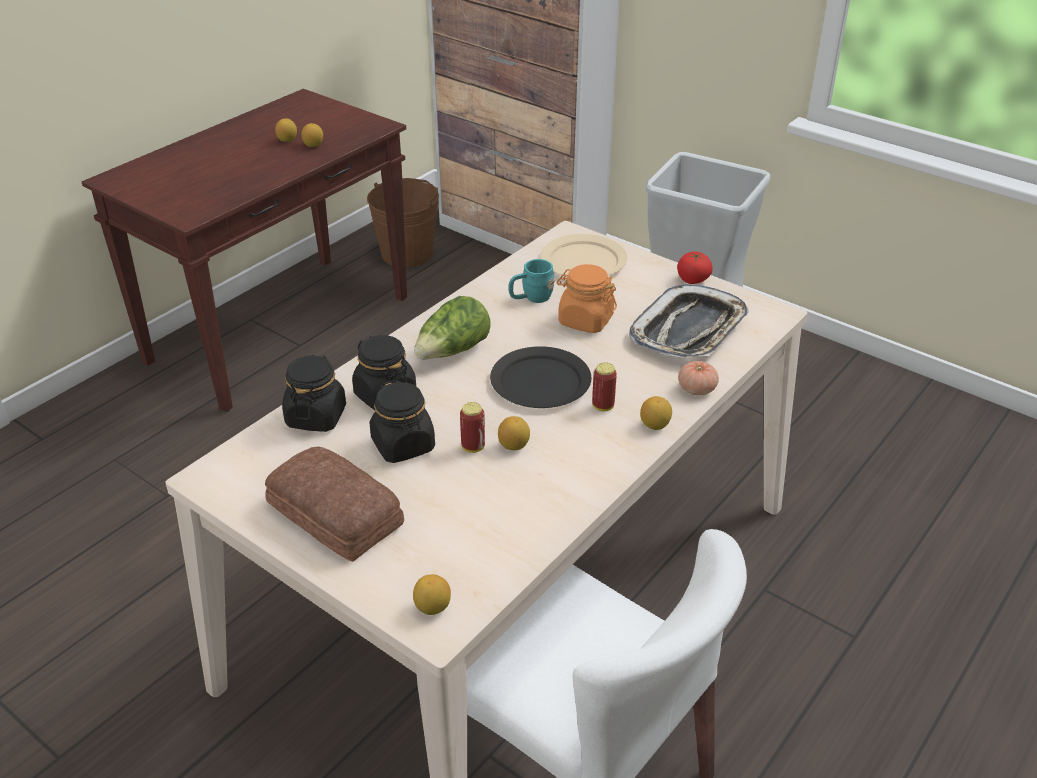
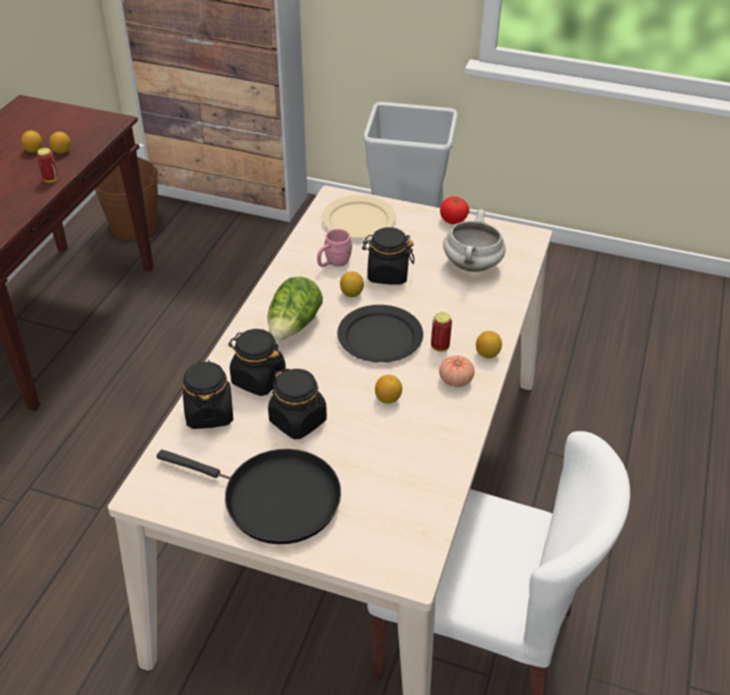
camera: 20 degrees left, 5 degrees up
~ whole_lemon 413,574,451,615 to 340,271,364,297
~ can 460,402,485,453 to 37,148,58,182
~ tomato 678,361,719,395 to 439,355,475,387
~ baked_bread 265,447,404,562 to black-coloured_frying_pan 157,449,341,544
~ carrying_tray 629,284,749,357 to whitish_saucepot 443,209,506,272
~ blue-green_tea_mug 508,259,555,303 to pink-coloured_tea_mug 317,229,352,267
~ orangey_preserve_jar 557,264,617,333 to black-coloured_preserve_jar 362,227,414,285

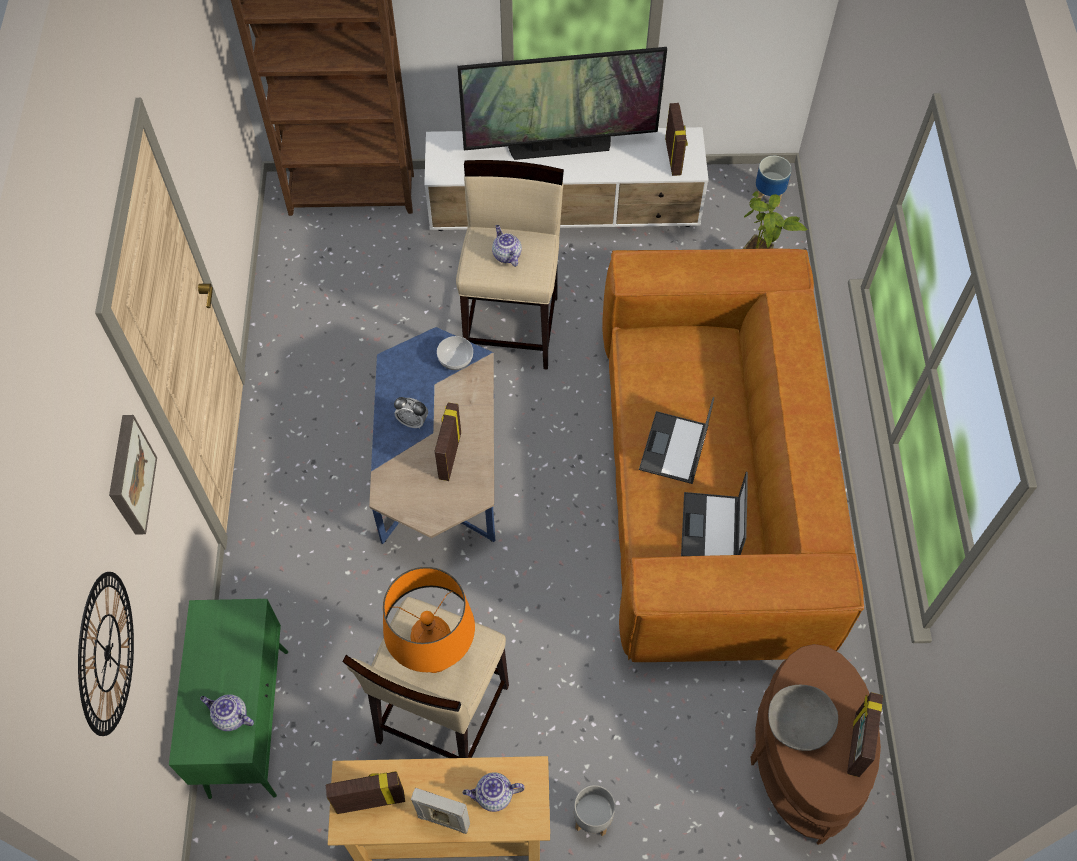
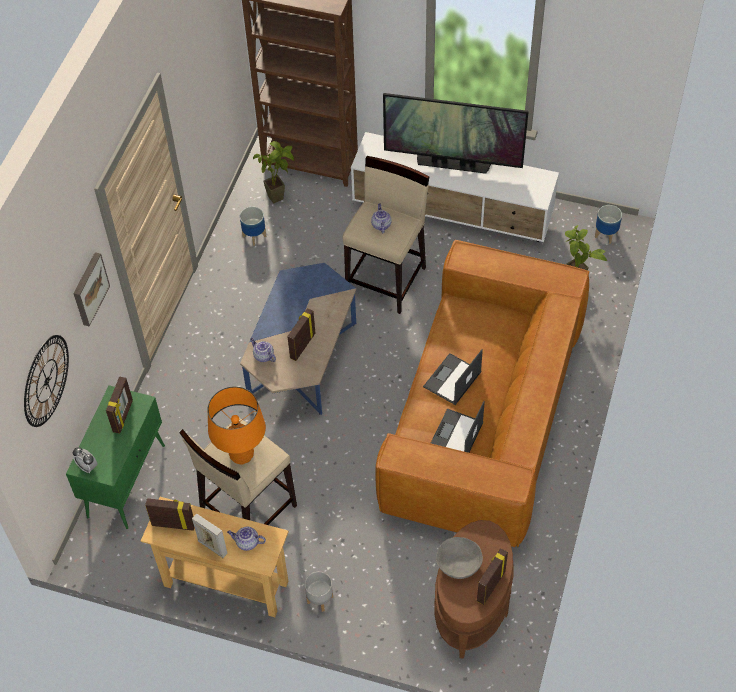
camera: 20 degrees right, 5 degrees down
- serving_bowl 437,336,473,370
+ planter 240,207,266,246
+ plant_in_a_pot 253,141,294,204
~ pot_for_tea 200,694,254,731 to 250,338,276,362
~ alarm_clock 394,397,428,429 to 73,447,97,473
~ picture_frame 665,103,688,176 to 106,377,133,433

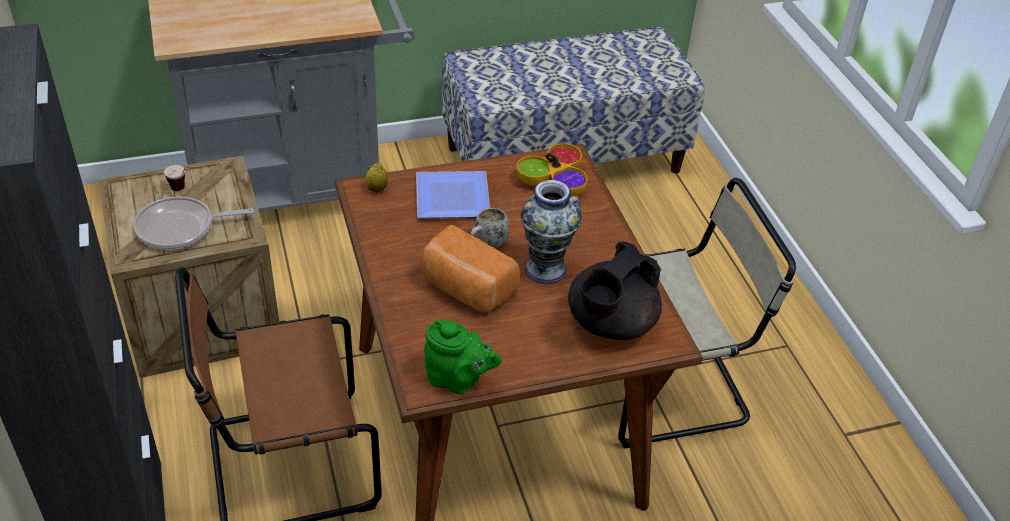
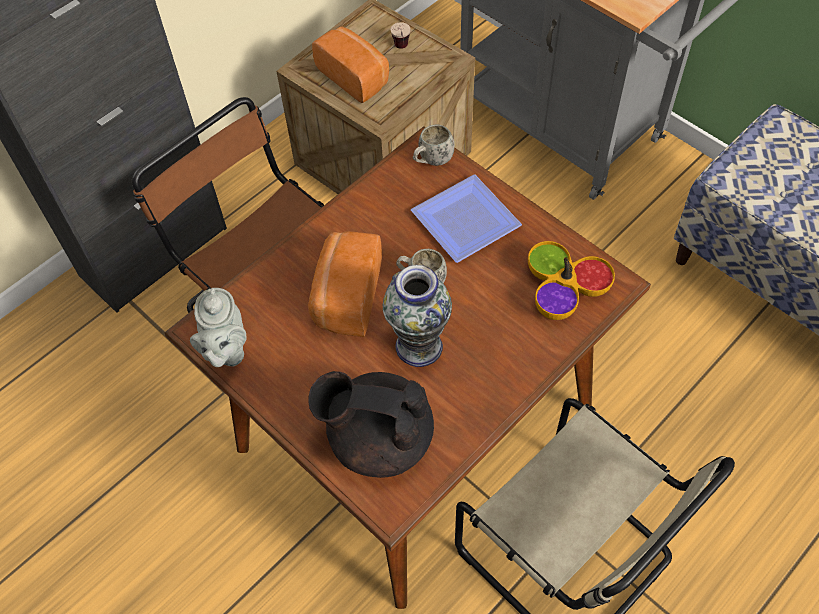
camera: 65 degrees right, 15 degrees up
~ frying_pan 134,196,254,250 to baked_bread 312,27,389,103
~ whole_lemon 365,162,388,193 to whitish_tea_mug 413,125,454,166
~ greenish_pot_for_tea 424,320,502,394 to greyish_pot_for_tea 190,288,246,367

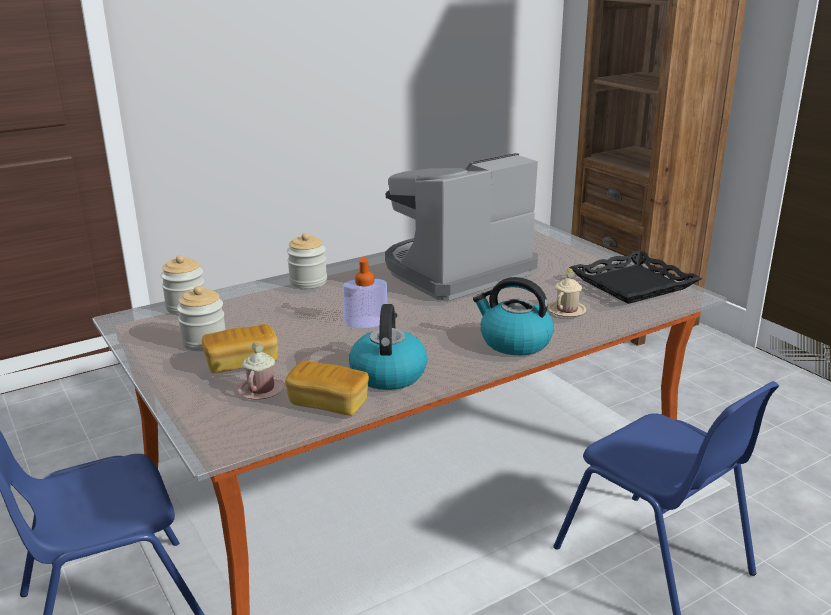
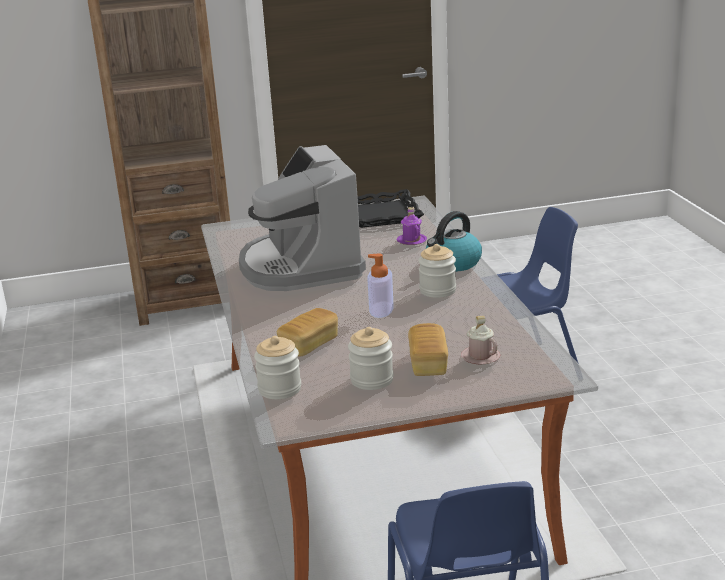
camera: 70 degrees left, 0 degrees up
- tea_kettle 349,304,428,390
~ baked_bread 285,360,369,416 to 277,308,338,356
~ preserve_jar 287,233,327,289 to 418,244,456,298
~ beige-coloured_tea_mug 548,268,587,317 to purple-coloured_tea_mug 397,207,427,245

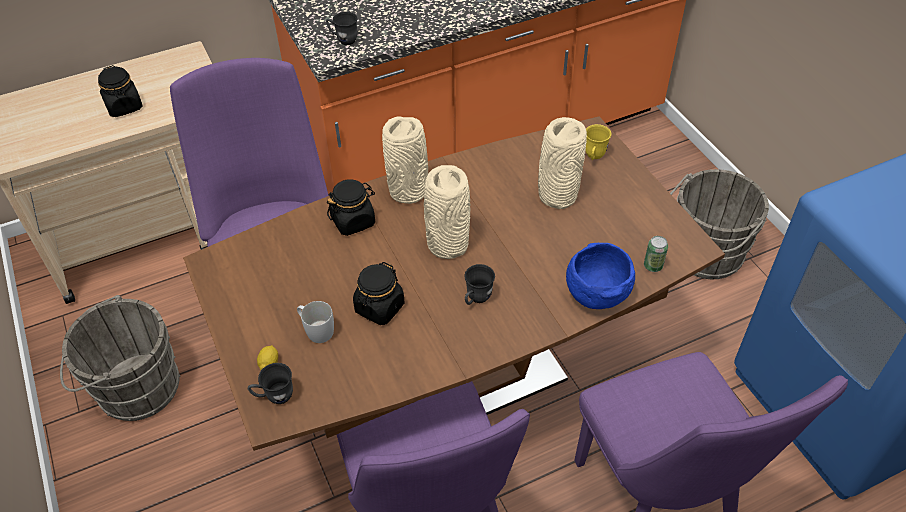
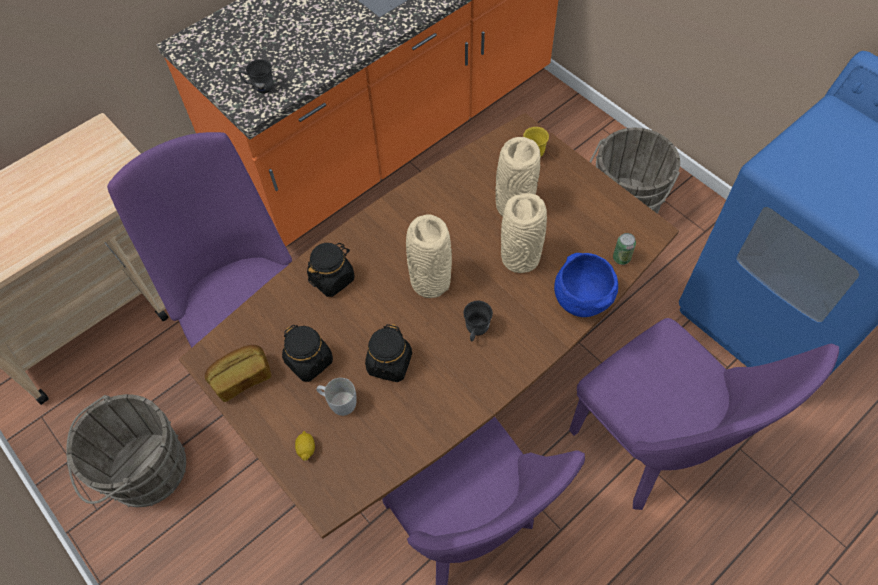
camera: 15 degrees left, 10 degrees up
- greyish_tea_mug 248,363,293,404
+ baked_bread 205,345,271,402
~ black-coloured_preserve_jar 98,65,143,117 to 282,325,333,382
~ beige-coloured_flower_vase 382,116,428,204 to 501,193,547,273

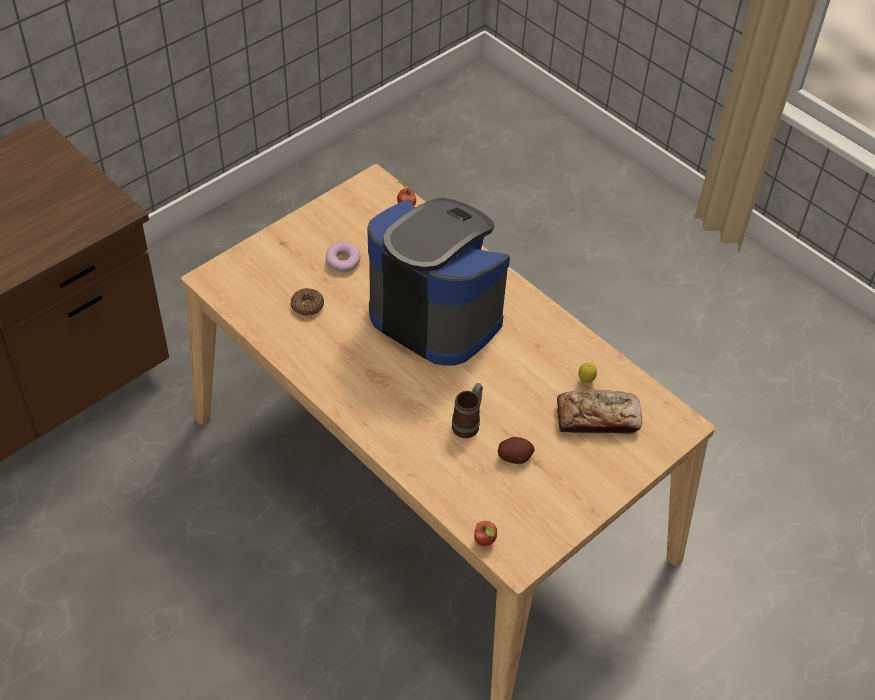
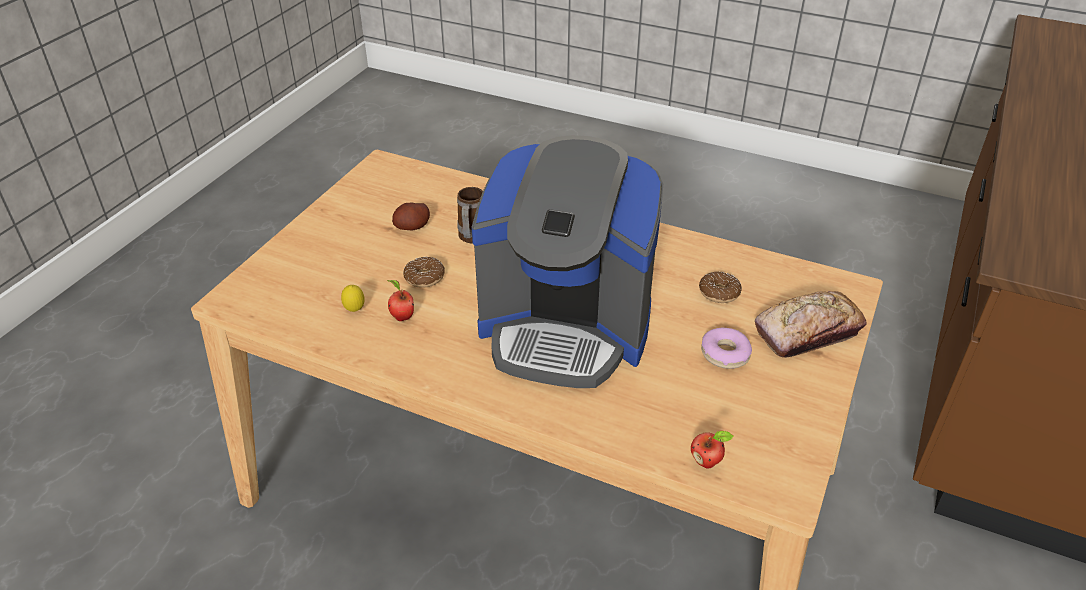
camera: 160 degrees right, 10 degrees down
+ donut 403,257,445,288
~ whole_apple 474,521,497,546 to 387,280,414,321
~ baked_bread 557,390,642,434 to 755,291,867,358

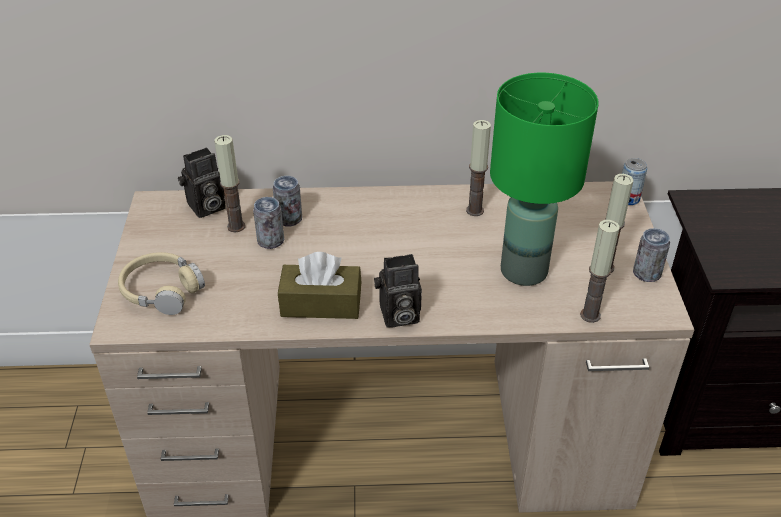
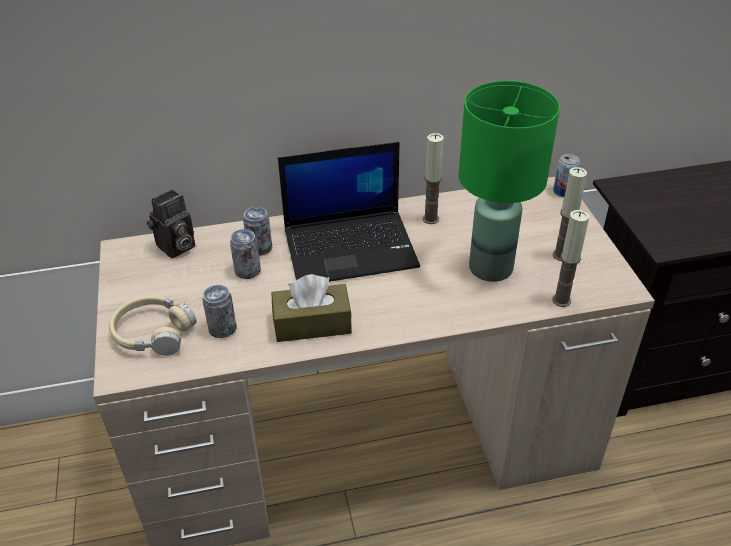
camera: 10 degrees left, 0 degrees up
- candle 214,135,245,233
- still_camera 374,254,422,328
+ laptop 278,142,420,282
~ can 633,228,670,282 to 202,285,237,338

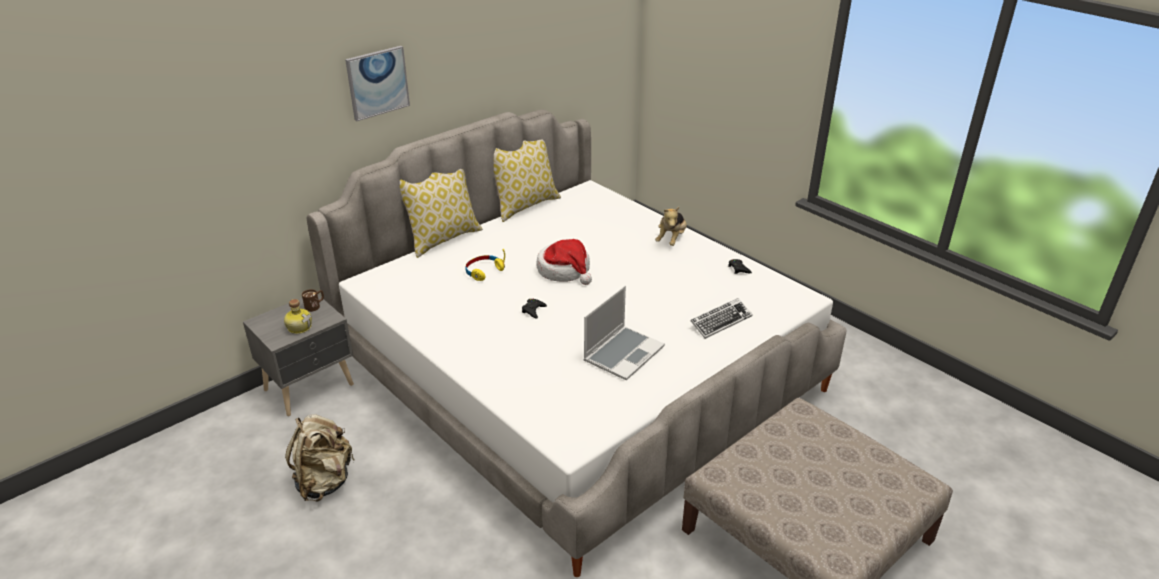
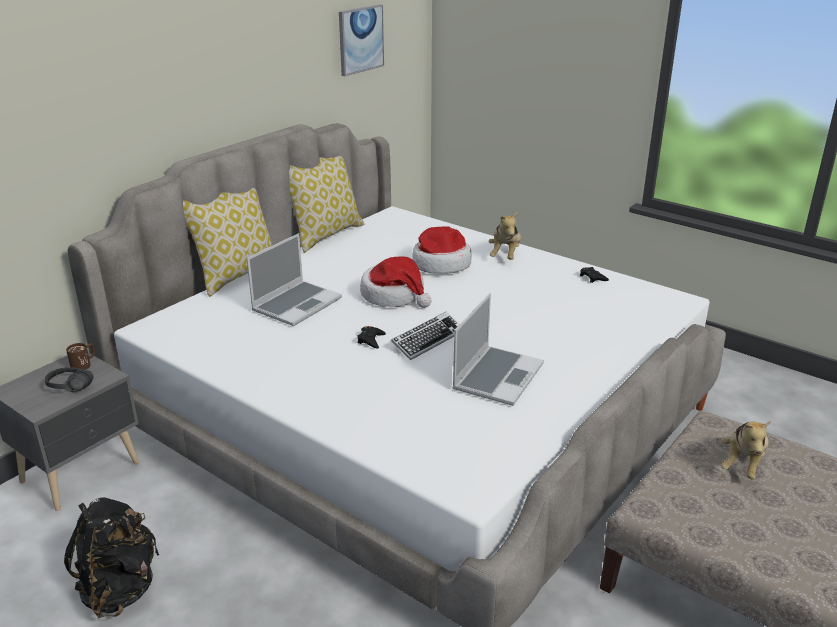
camera: 10 degrees left, 5 degrees down
+ hat 412,226,472,274
+ plush_toy 721,421,771,479
~ wall_art 345,46,410,121 to 339,4,384,76
~ PC_keyboard 691,298,753,339 to 391,312,460,360
~ beverage_bottle 284,299,312,334 to black-coloured_pair_of_headphones 45,367,93,392
~ yellow-coloured_pair_of_headphones 466,249,505,281 to laptop 247,233,342,326
~ beige-coloured_knapsack 285,414,355,501 to black-coloured_knapsack 64,498,160,618

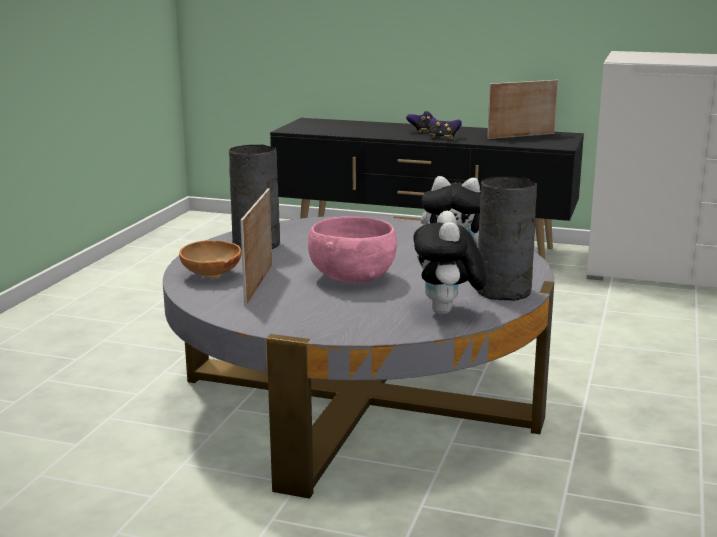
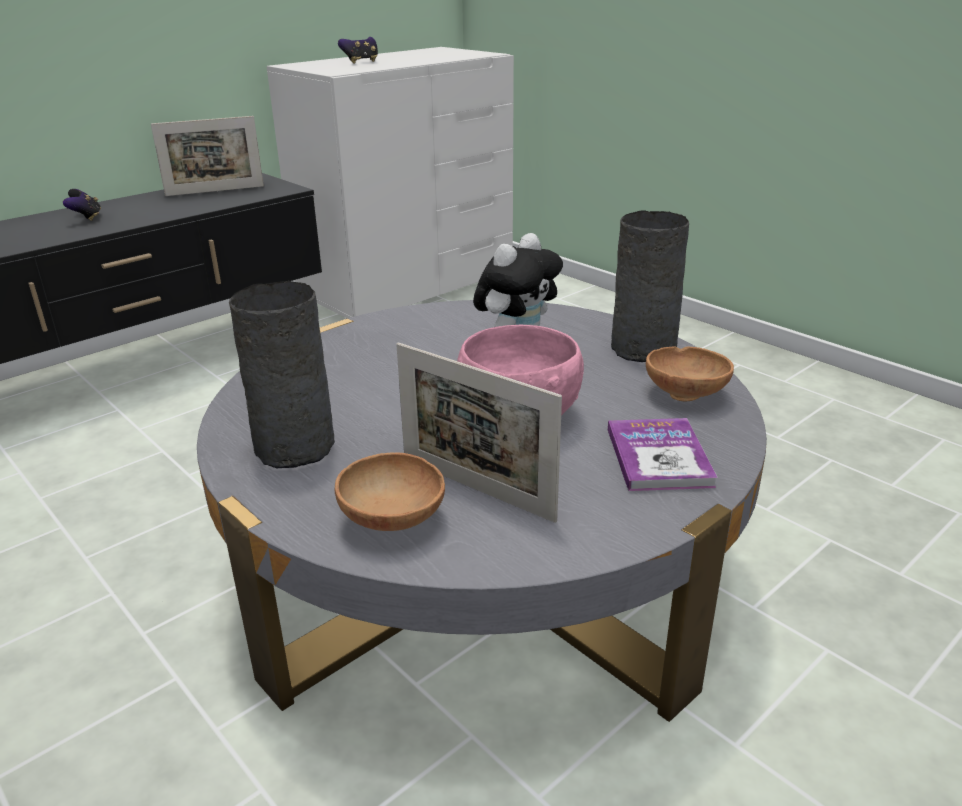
camera: 60 degrees left, 10 degrees up
+ volume 608,418,718,491
~ game_controller 429,118,462,140 to 338,37,378,64
~ plush_toy 413,211,486,315 to brown_serving_bowl 646,346,734,401
~ picture_frame 487,80,558,139 = 151,116,264,196 120 degrees counterclockwise

